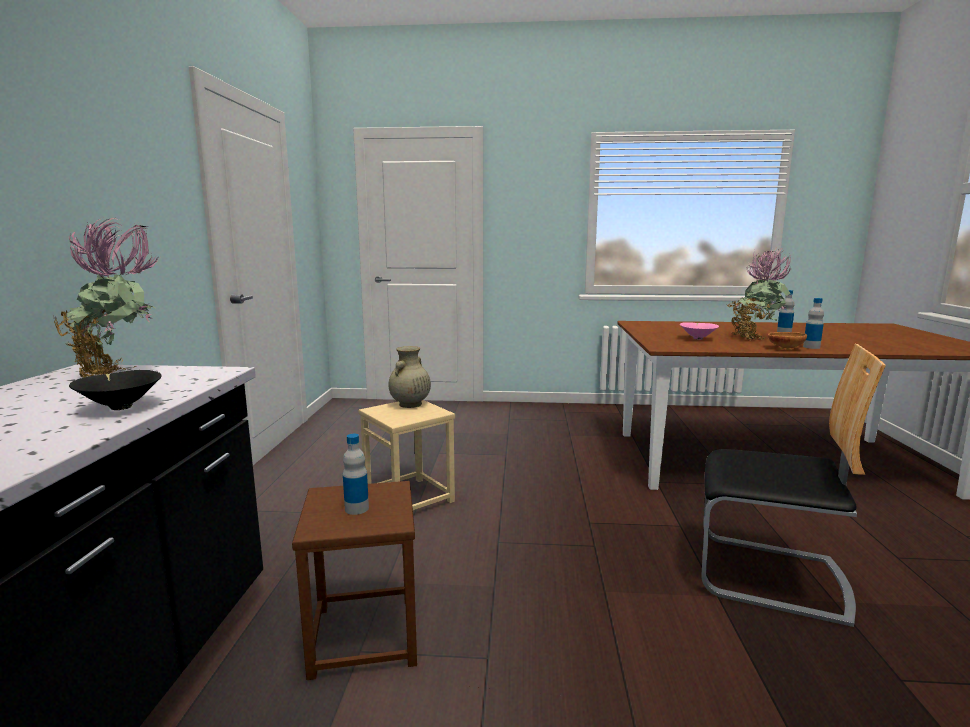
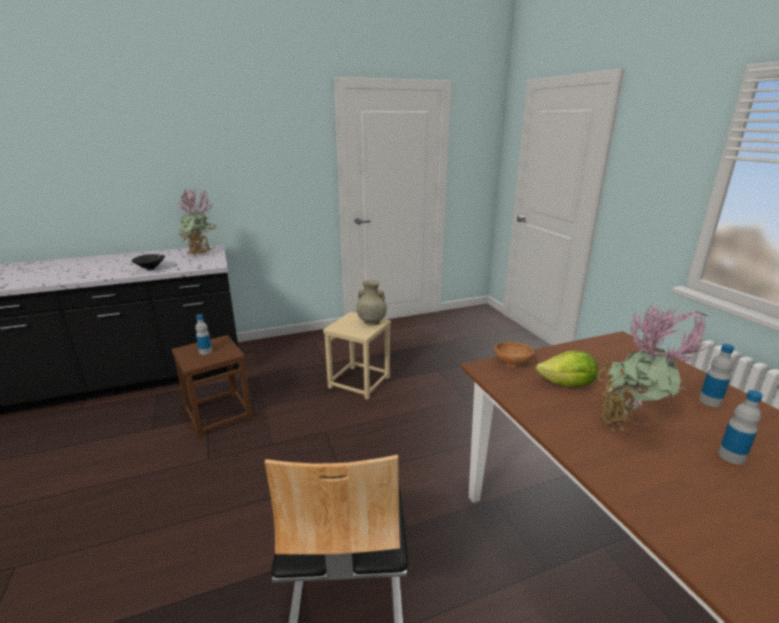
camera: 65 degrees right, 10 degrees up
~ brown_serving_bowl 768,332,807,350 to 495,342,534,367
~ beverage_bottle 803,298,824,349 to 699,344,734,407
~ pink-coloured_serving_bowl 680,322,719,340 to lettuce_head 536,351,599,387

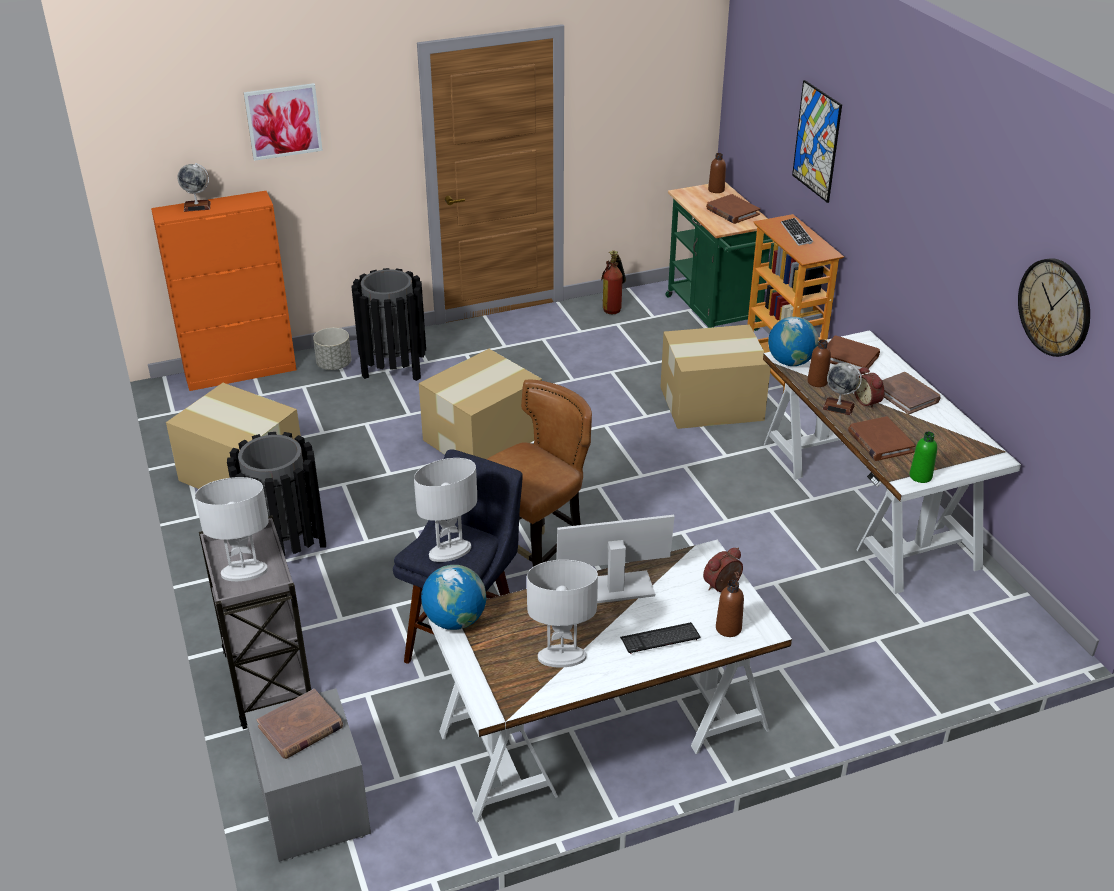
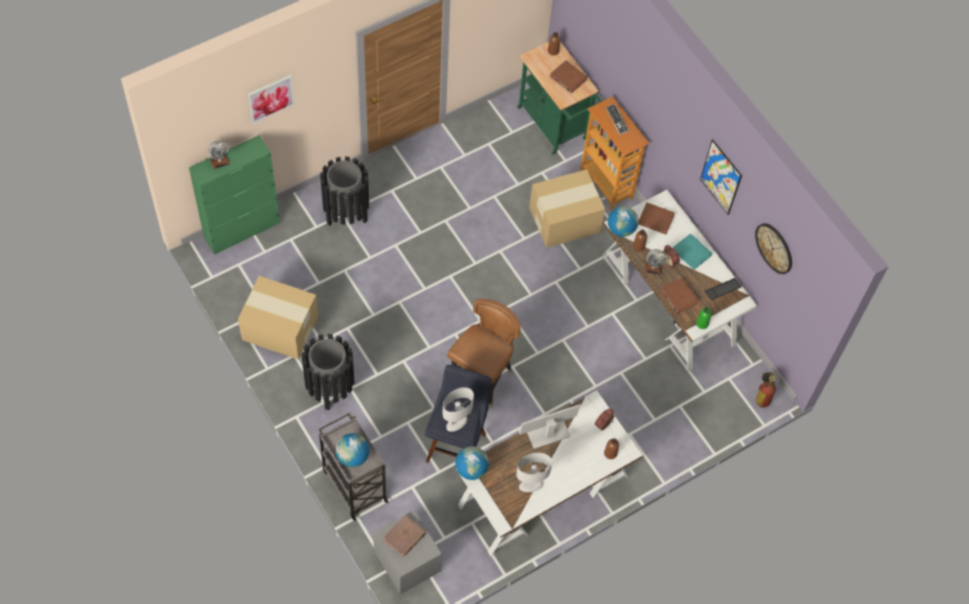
camera: 15 degrees left, 25 degrees up
- greyish_planter 313,328,351,370
- carton 419,349,542,459
~ extinguisher 601,250,626,314 to 756,372,776,408
~ PC_keyboard 620,622,701,654 to 704,278,742,300
~ wall_art 792,80,842,203 to 700,139,742,215
~ whitish_lamp_for_a_table 195,477,269,581 to world_globe 336,433,369,467
~ orangey_cabinet 151,191,296,391 to greenish_cabinet 189,135,280,255
~ brown_volume 882,372,941,414 to blue-green_volume 673,234,712,270

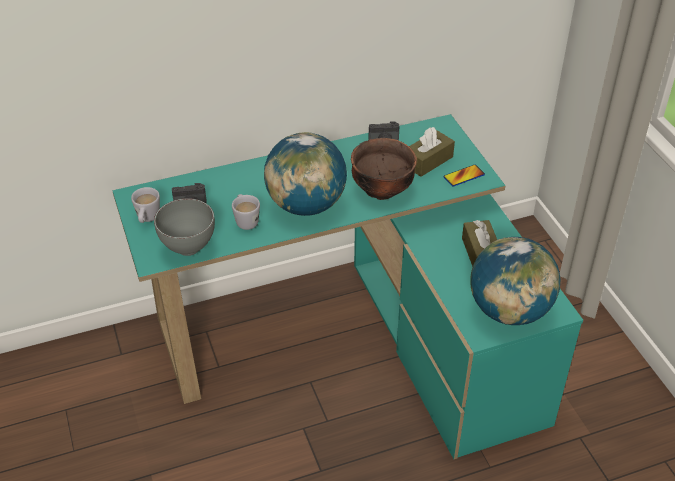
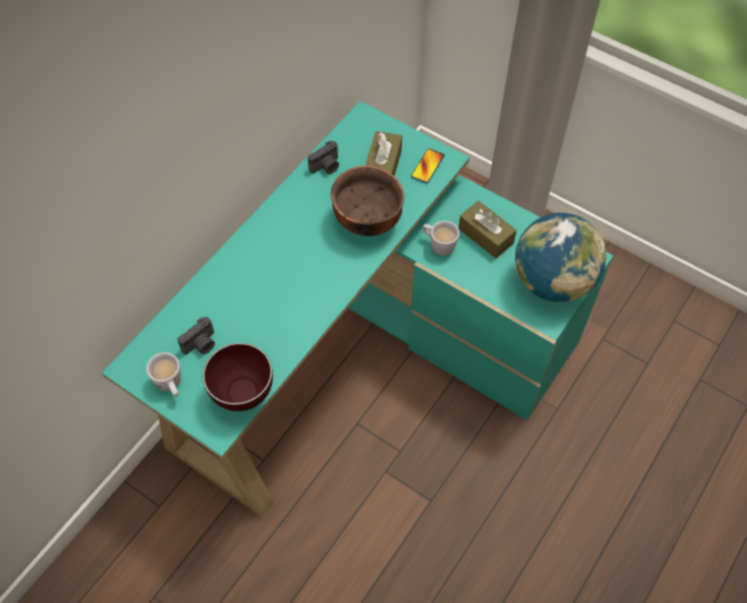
camera: 35 degrees left, 15 degrees up
- world_globe 264,132,347,216
~ whitish_tea_mug 232,194,260,230 to 422,221,460,256
~ greyish_serving_bowl 154,198,215,256 to brown_serving_bowl 203,343,273,411

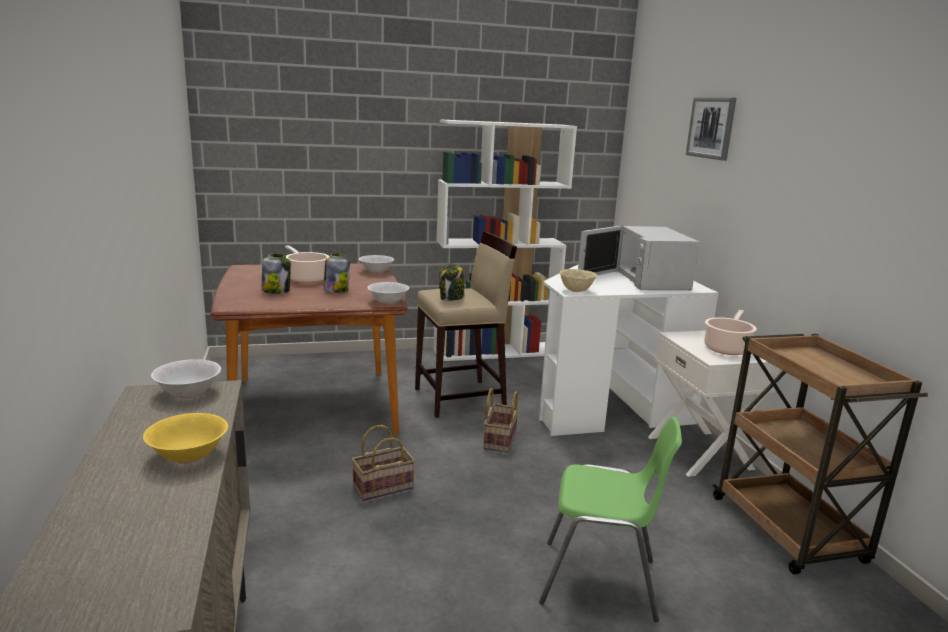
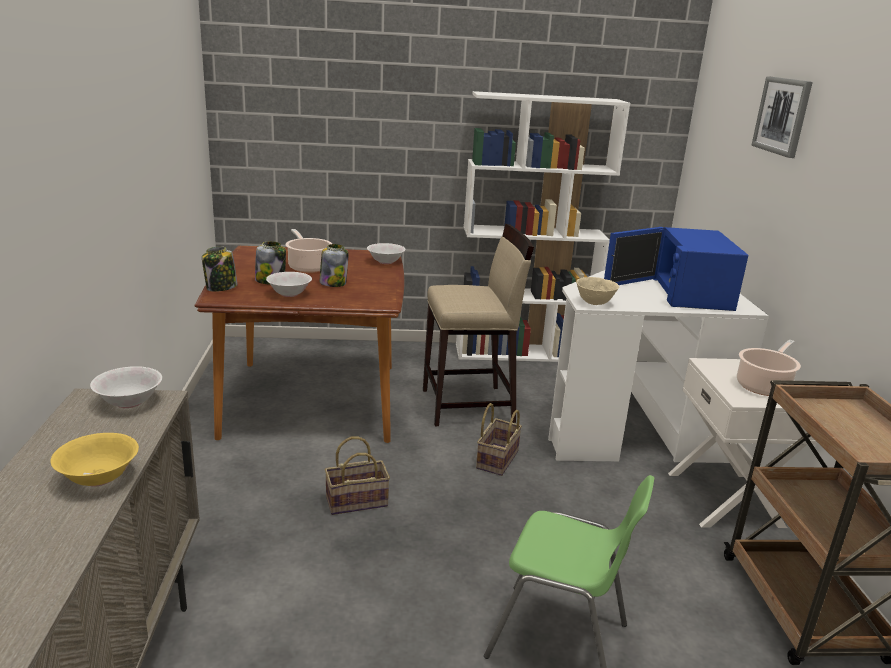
camera: 10 degrees right, 5 degrees up
~ whitish_serving_bowl 367,282,409,304 to 266,272,312,297
~ preserve_jar 439,263,464,301 to 202,246,238,292
~ whitish_kitchen_microwave 578,226,699,290 to bluish_kitchen_microwave 604,227,748,311

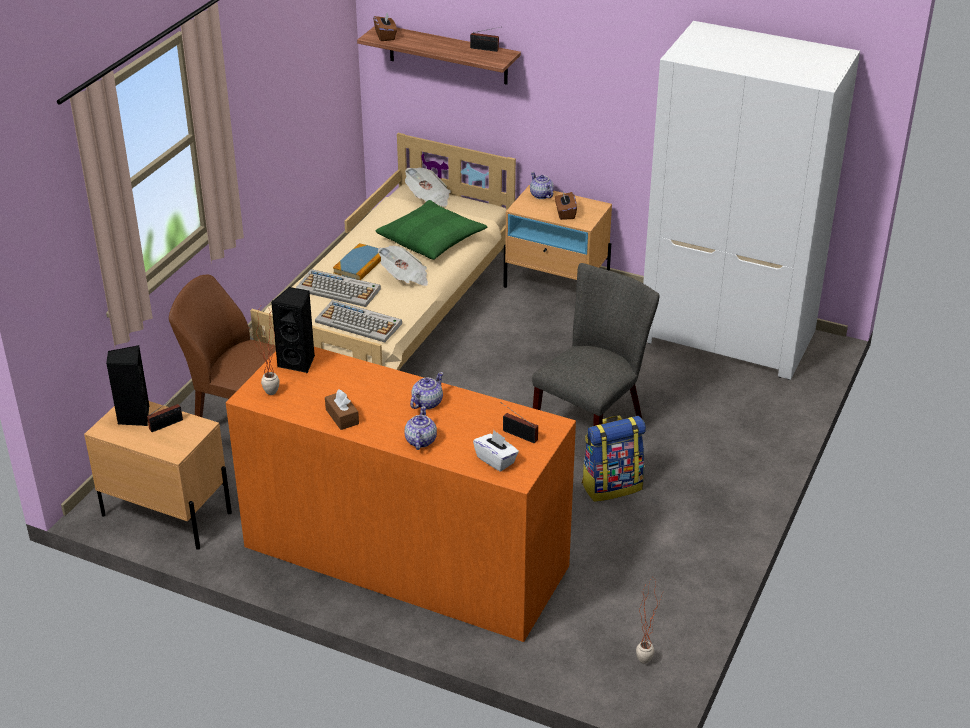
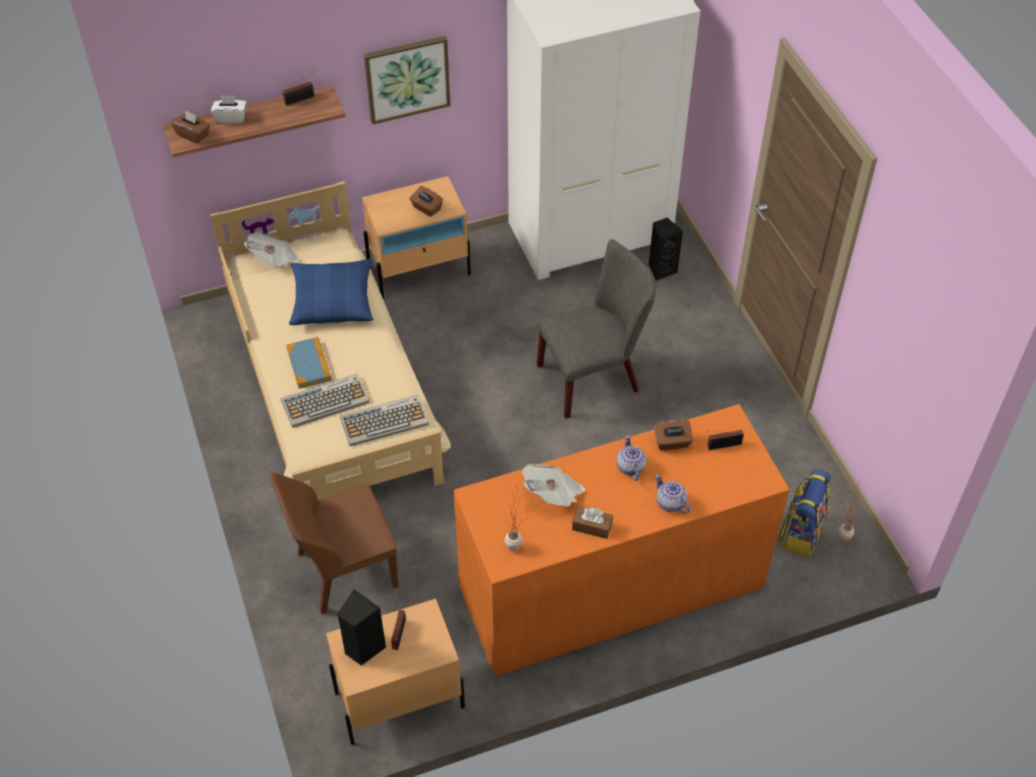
camera: 45 degrees left, 15 degrees up
- pot_for_tea 530,172,554,199
+ wall_art 364,36,451,124
+ brown_box_of_tissues 654,420,693,450
~ black-coloured_audio_speaker 271,287,315,373 to 649,217,683,281
~ newspaper 378,246,428,286 to 522,464,585,507
~ whitish_box_of_tissues 473,430,519,472 to 211,95,247,123
~ knapsack 582,416,646,502 to 778,469,830,558
~ greenish_cushion 376,200,488,260 to bluish_cushion 289,259,373,325
~ greyish_chair 532,263,659,426 = 537,239,655,419 75 degrees clockwise

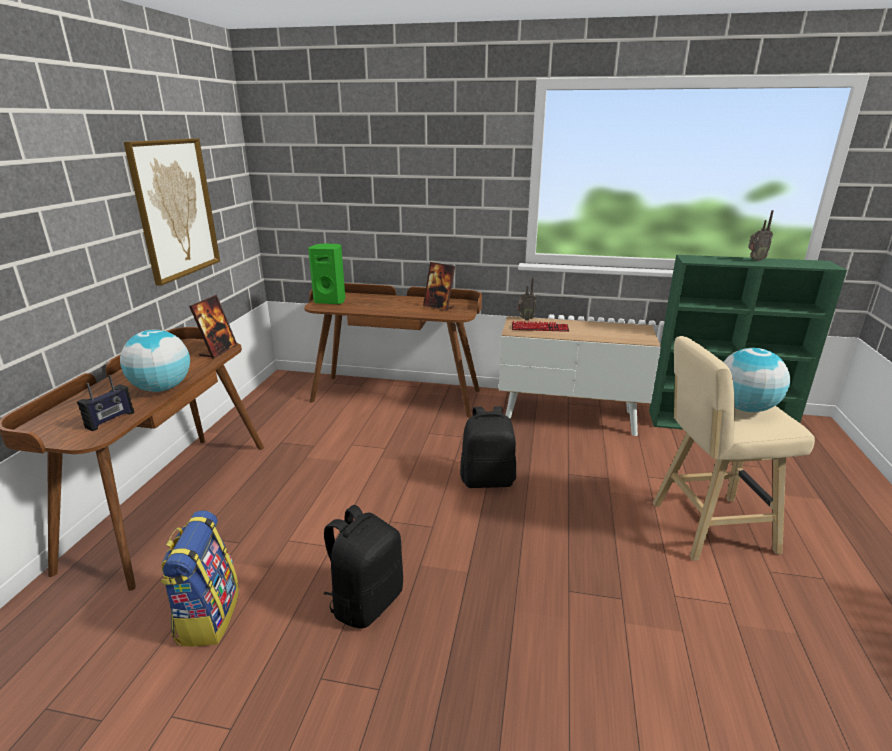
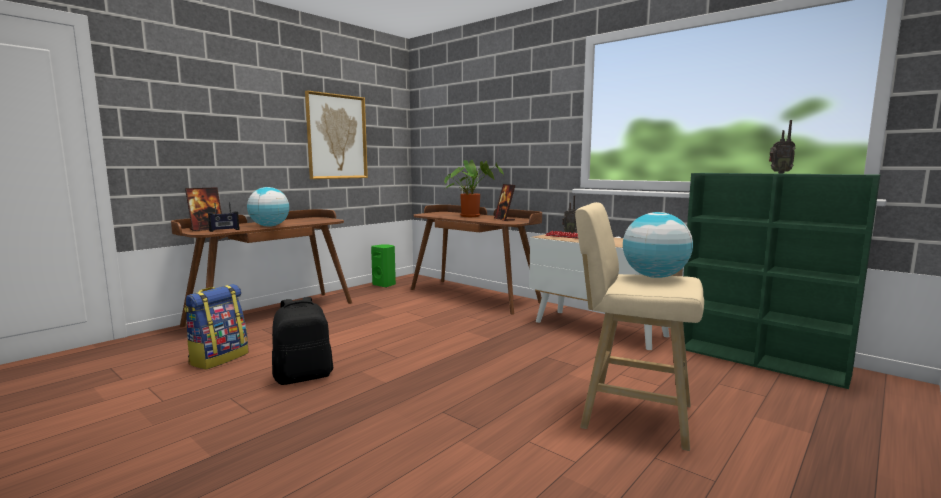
camera: 30 degrees right, 15 degrees down
- black-coloured_knapsack 460,406,516,488
+ plant_in_a_pot 444,160,504,217
~ picture_frame 189,295,238,359 to 185,187,222,231
~ greenish_audio_speaker 308,243,345,304 to 371,244,396,288

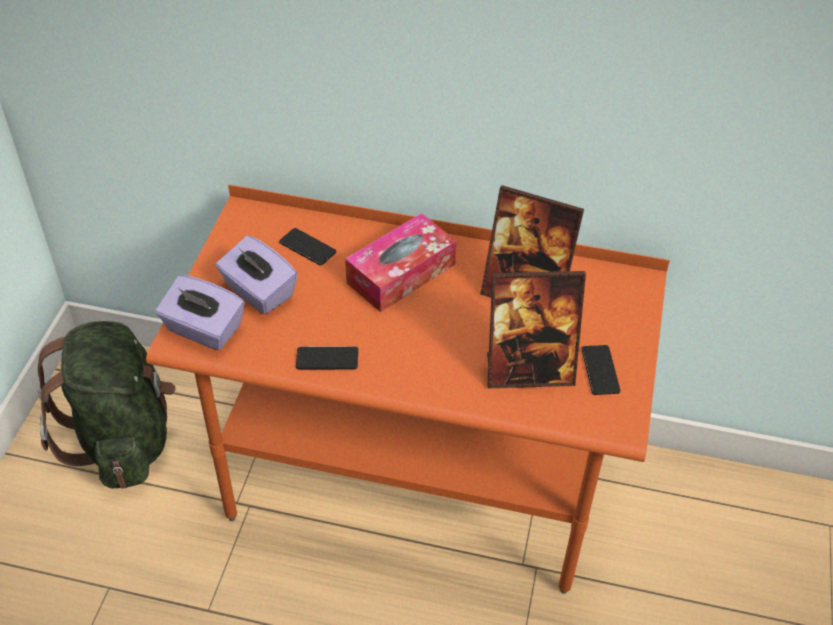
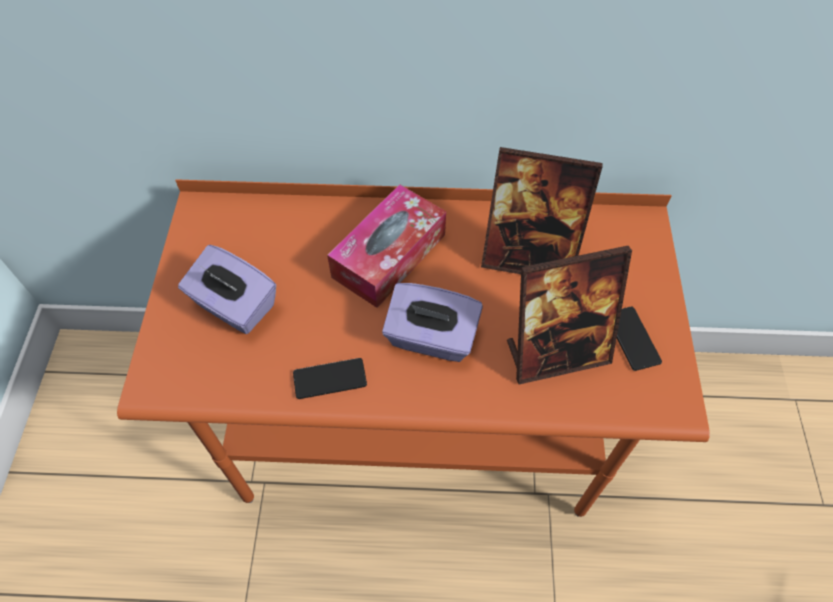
camera: 10 degrees left, 10 degrees up
- greenish_knapsack 37,321,176,489
- telephone 279,228,336,266
~ purple-coloured_box_of_tissues 156,275,244,350 to 382,283,483,362

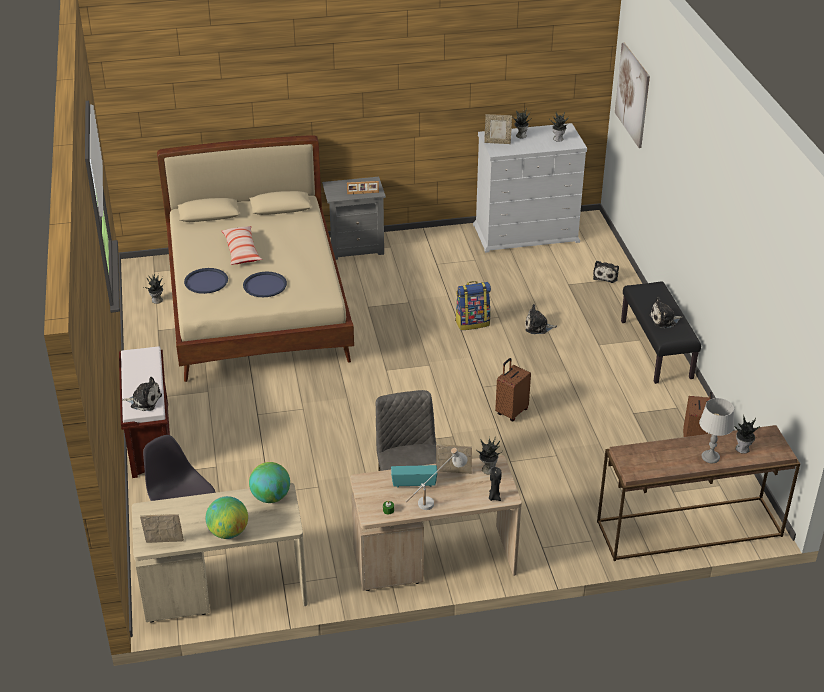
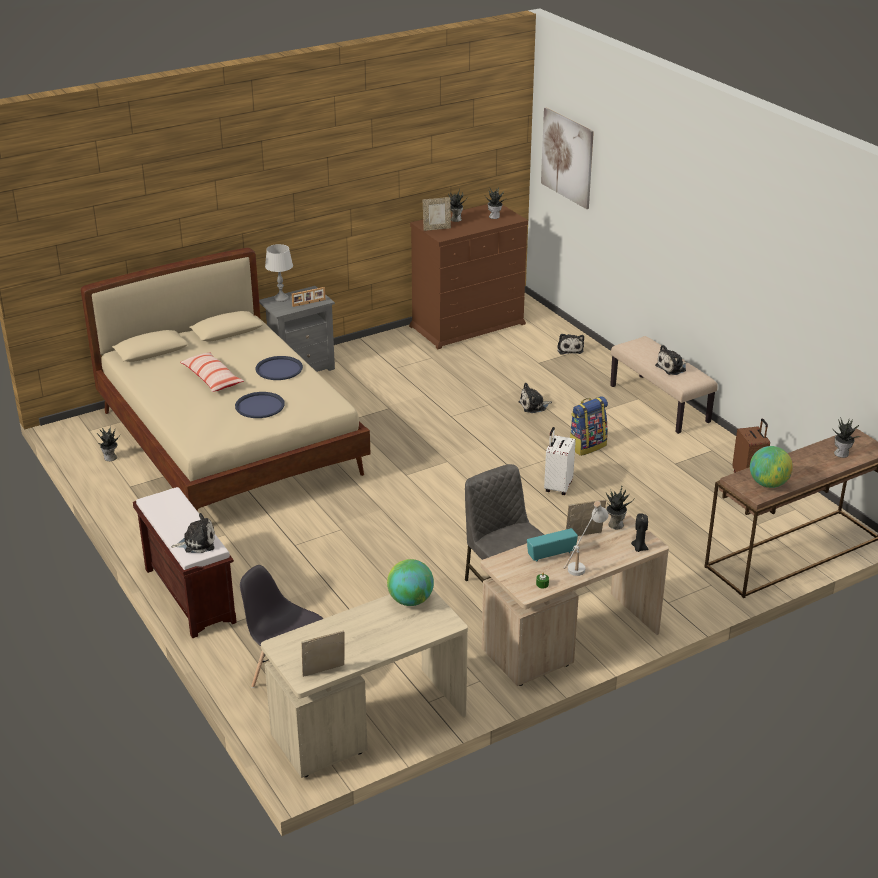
camera: 20 degrees left, 5 degrees down
~ bluish_carrying_tray 184,268,228,294 to 255,356,303,380
~ world_globe 206,496,248,539 to 750,446,793,488
~ knapsack 455,281,491,330 to 570,396,608,456
~ greyish_lamp_for_a_table 699,398,734,463 to 265,244,293,302
~ whitish_chest_of_drawers 473,123,587,253 to brown_chest_of_drawers 409,204,528,349
~ brown_suitcase 495,358,531,421 to whitish_suitcase 544,427,576,495
~ black-coloured_indoor_bench 621,281,701,384 to beige-coloured_indoor_bench 610,336,718,434

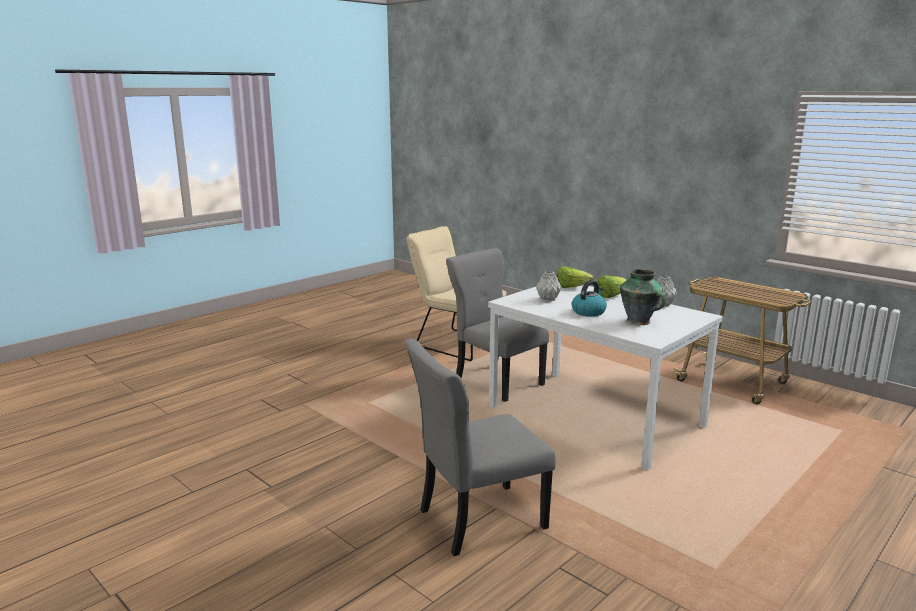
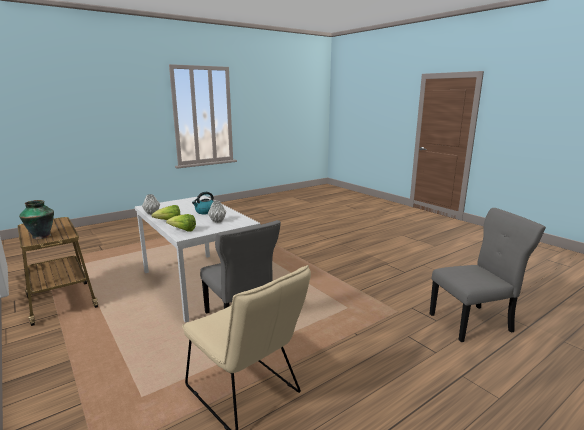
camera: 170 degrees left, 0 degrees up
~ greyish_chair 404,339,556,556 to 430,208,546,342
~ flower_vase 620,269,666,325 to 19,200,54,239

